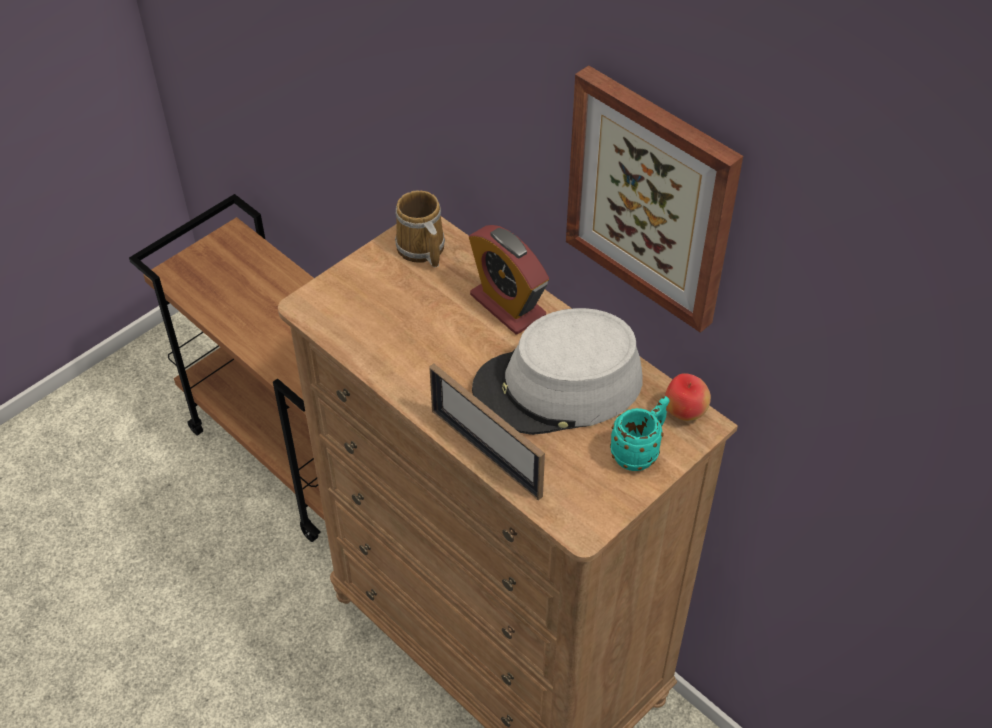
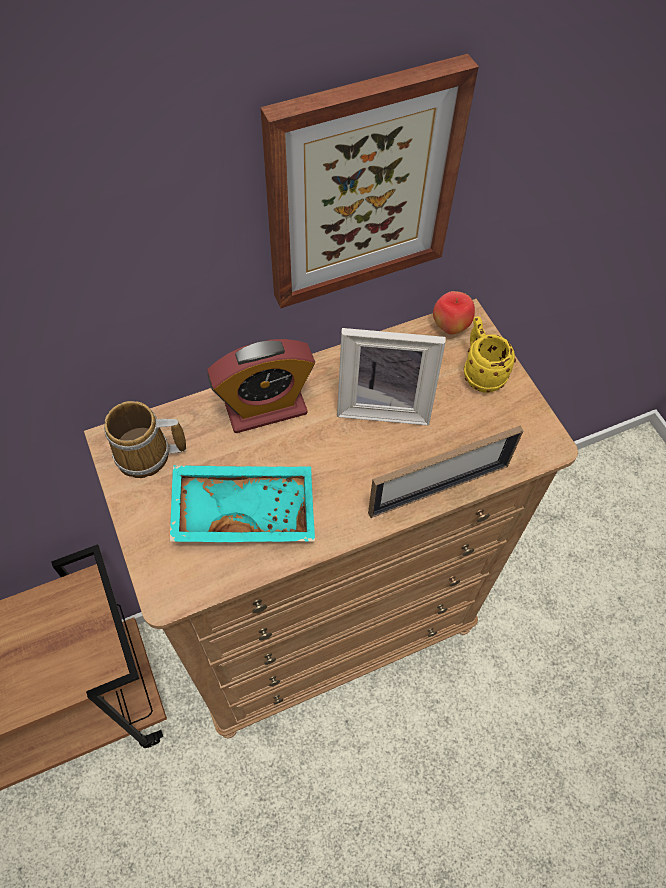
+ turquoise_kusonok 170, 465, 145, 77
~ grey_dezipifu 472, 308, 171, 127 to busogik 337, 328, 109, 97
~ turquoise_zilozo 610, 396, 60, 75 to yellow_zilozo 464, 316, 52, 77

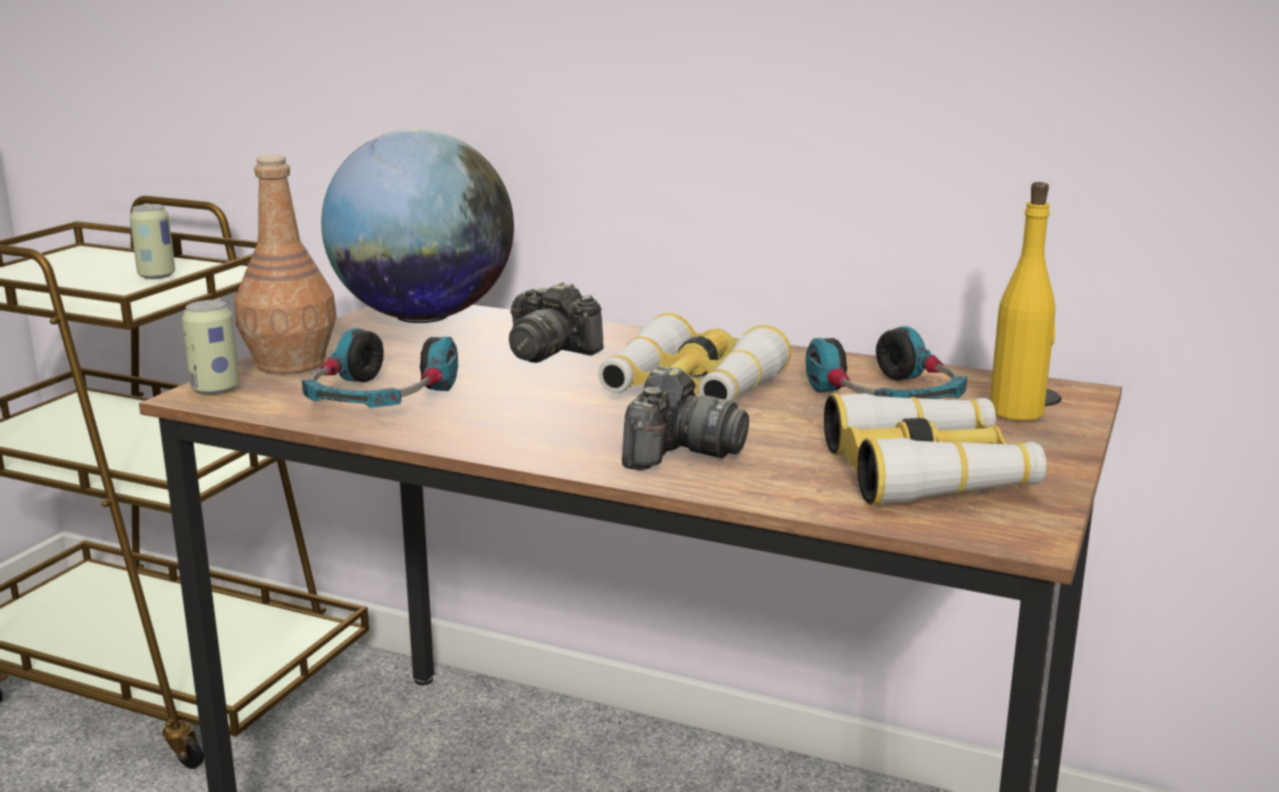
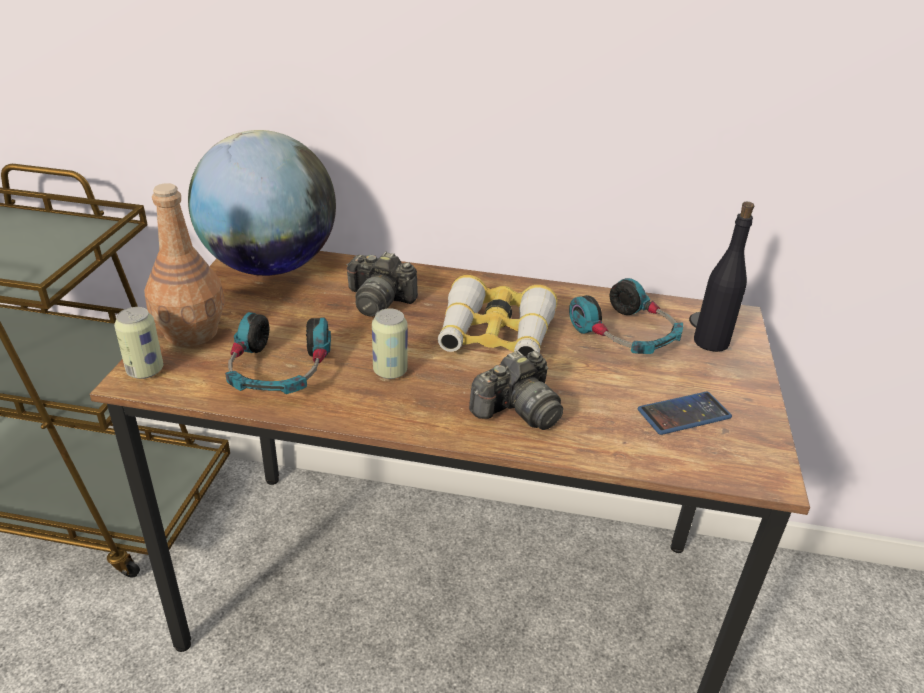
~ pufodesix 130, 204, 45, 75 to 372, 308, 36, 71
~ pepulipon 622, 366, 127, 104 = 469, 351, 94, 79 45 degrees clockwise
~ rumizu 824, 393, 222, 112 to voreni 638, 391, 94, 44
~ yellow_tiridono 990, 182, 65, 238 to black_tiridono 694, 202, 60, 150

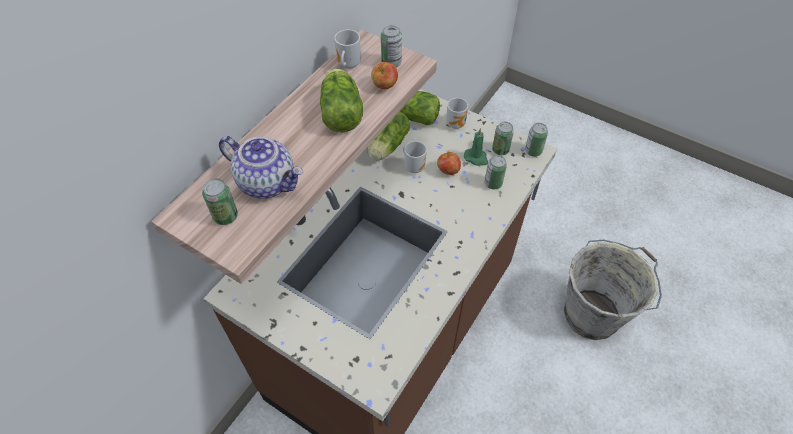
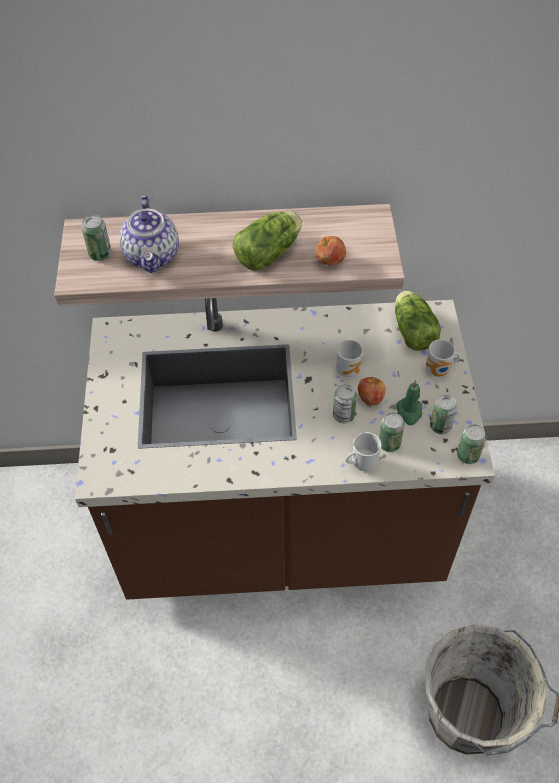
~ pufodesix 381, 25, 21, 42 to 333, 384, 24, 39
~ zilozo 334, 30, 27, 39 to 345, 432, 36, 39
- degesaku 368, 111, 42, 49

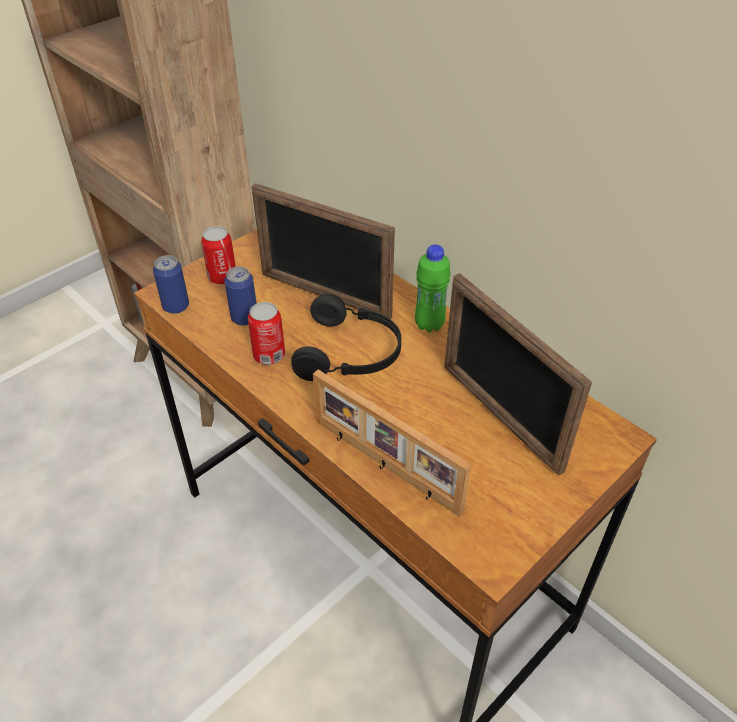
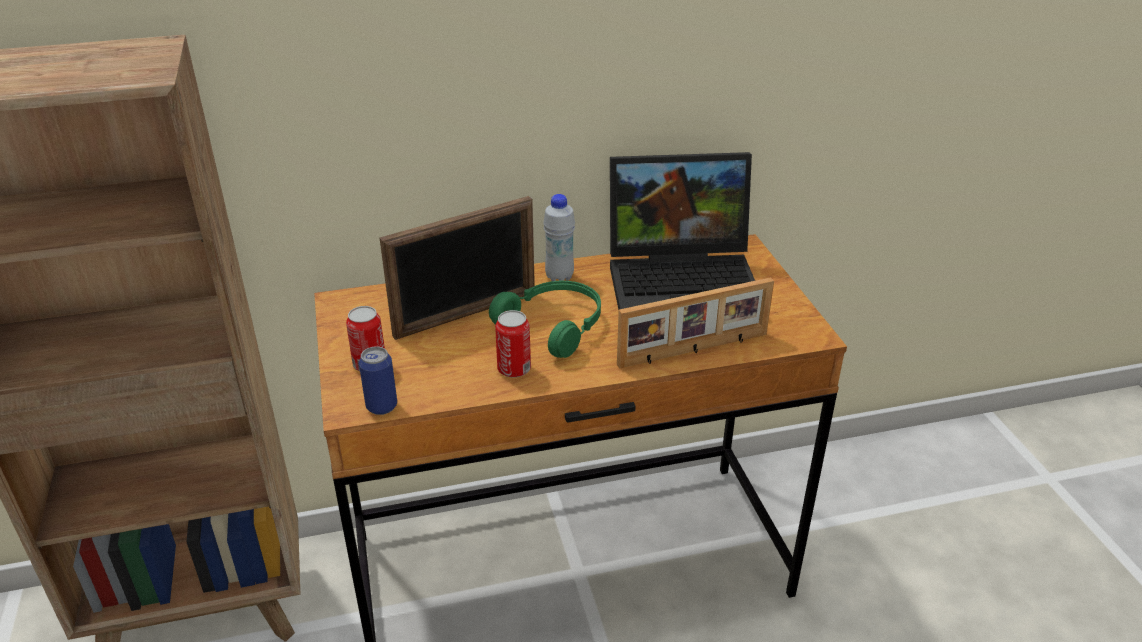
~ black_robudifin 291, 293, 110, 88 to green_robudifin 489, 281, 112, 77
~ green_tiridono 415, 244, 36, 89 to white_tiridono 543, 194, 32, 87
~ busogik 444, 273, 148, 203 to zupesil 610, 152, 145, 158
- pufodesix 224, 267, 33, 59

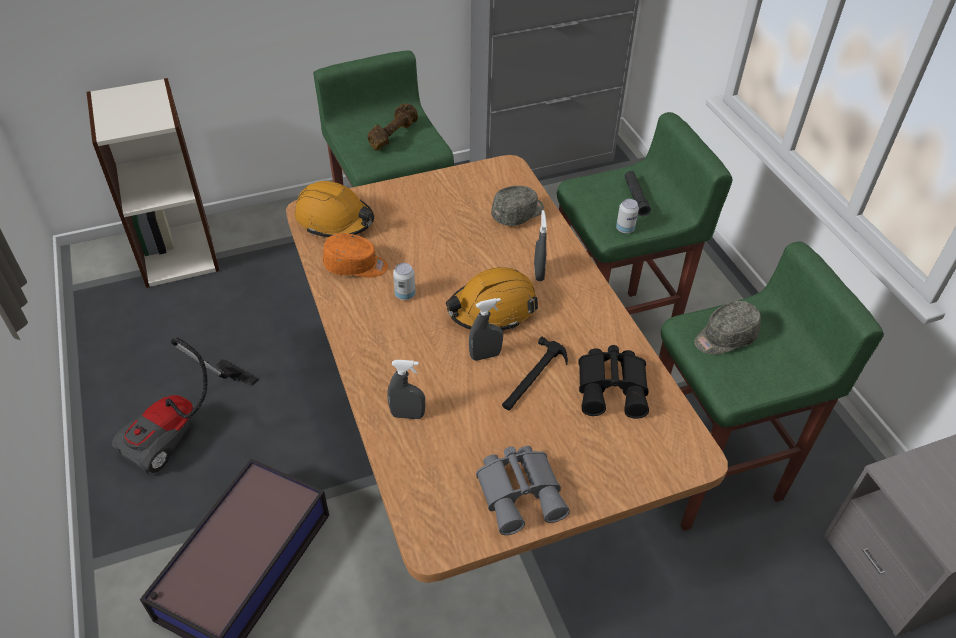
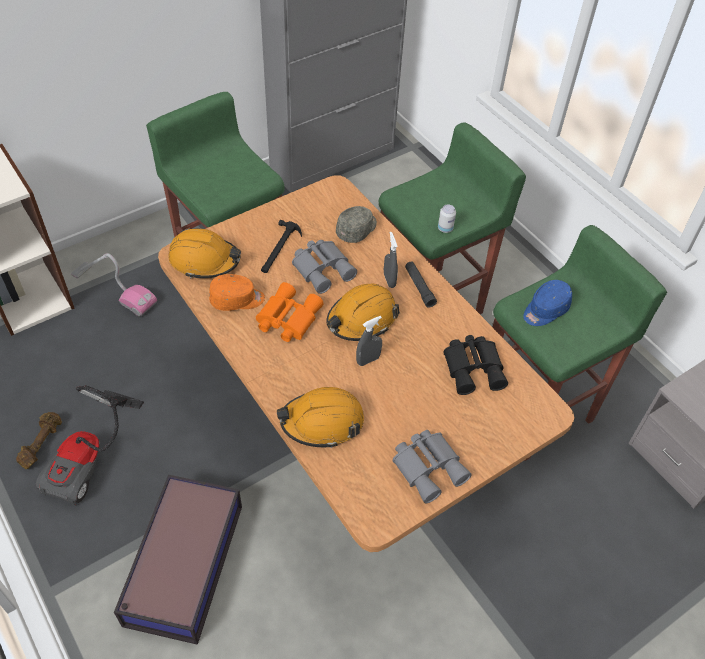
~ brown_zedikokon 367, 104, 51, 47 to 16, 412, 46, 57
+ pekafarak 71, 253, 86, 63
~ pufodesix 393, 263, 23, 37 to orange_rumizu 256, 282, 68, 60
~ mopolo 502, 337, 66, 73 to 261, 220, 41, 53
~ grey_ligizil 387, 360, 38, 59 to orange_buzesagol 277, 387, 87, 61
+ grey_rumizu 292, 240, 65, 54
~ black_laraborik 625, 171, 26, 45 to 405, 262, 32, 46
~ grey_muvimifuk 694, 301, 67, 53 to blue_muvimifuk 523, 280, 49, 46

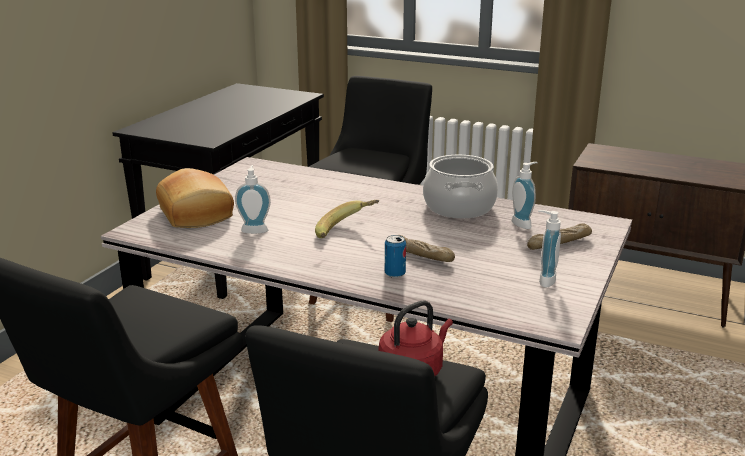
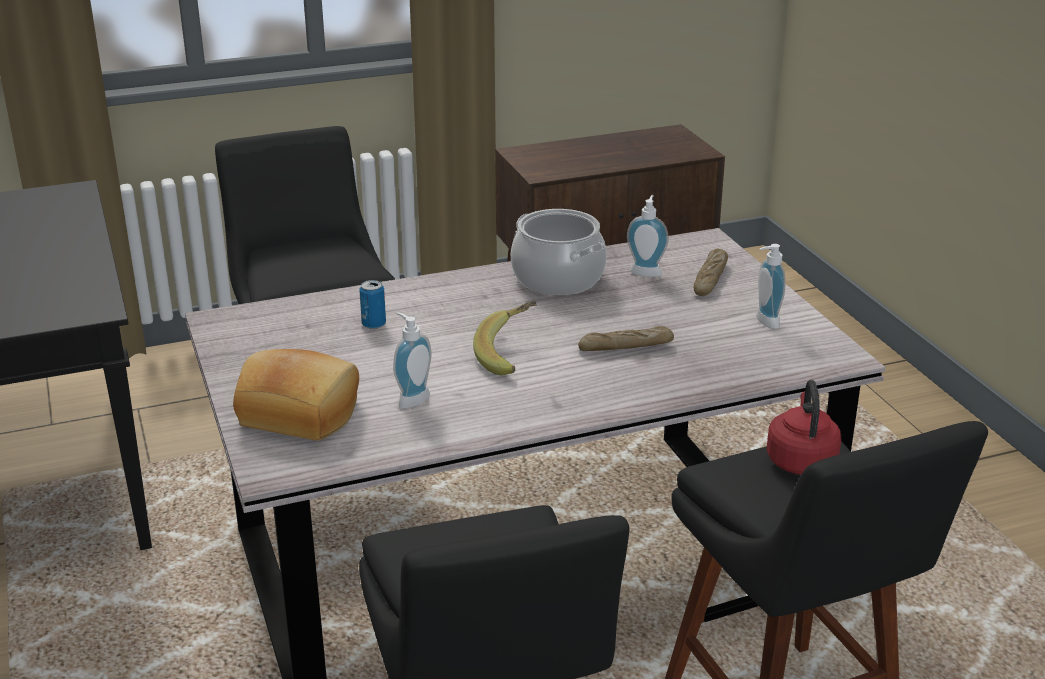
~ pufodesix 385, 235, 21, 43 to 359, 280, 27, 49

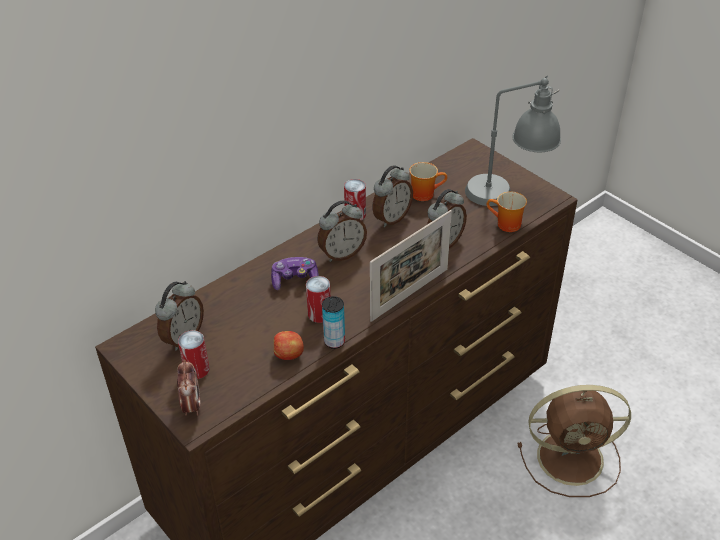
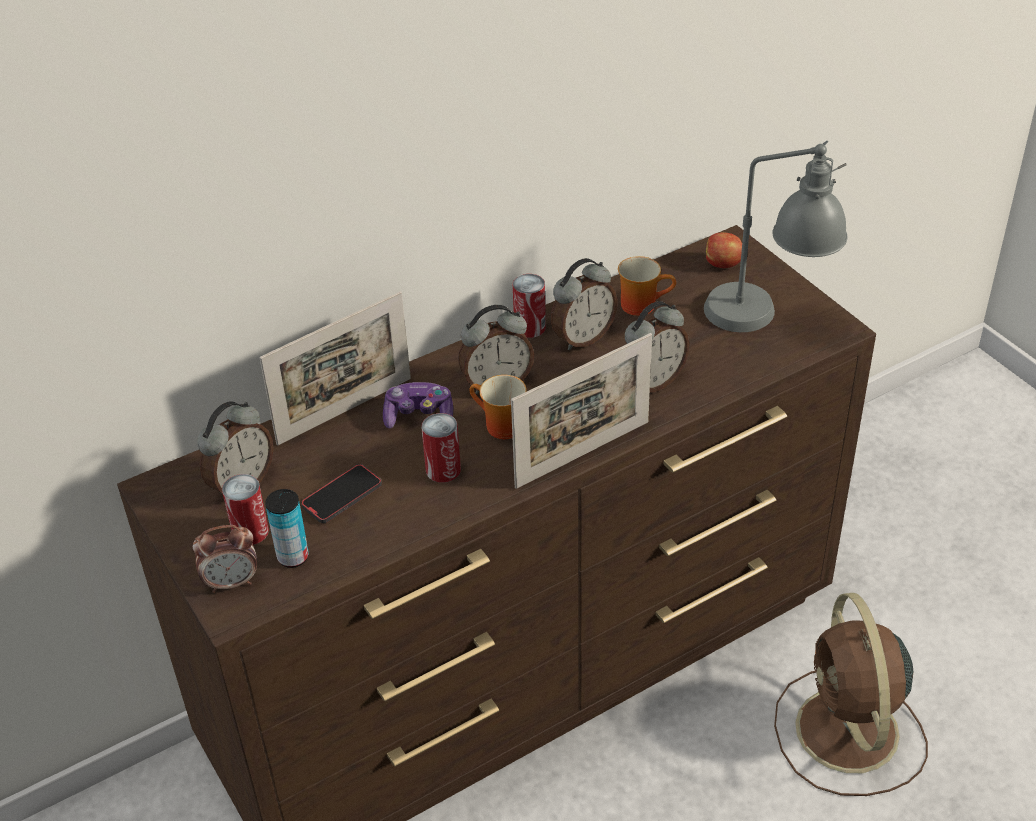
~ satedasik 177, 360, 24, 56 = 193, 525, 64, 68 75 degrees clockwise
+ busogik 259, 291, 152, 154
~ pufodesix 322, 296, 23, 53 to 265, 489, 44, 79
+ voreni 301, 464, 81, 59
~ zilozo 486, 192, 41, 40 to 469, 375, 58, 64
~ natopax 274, 331, 30, 29 to 706, 232, 36, 36
~ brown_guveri 518, 385, 113, 112 = 774, 593, 154, 203 75 degrees clockwise

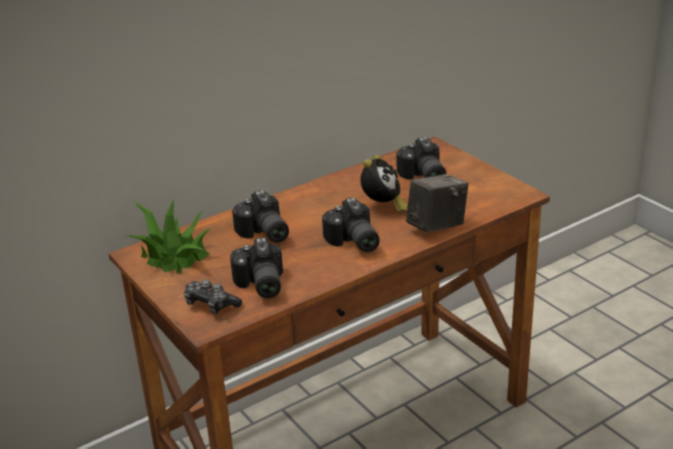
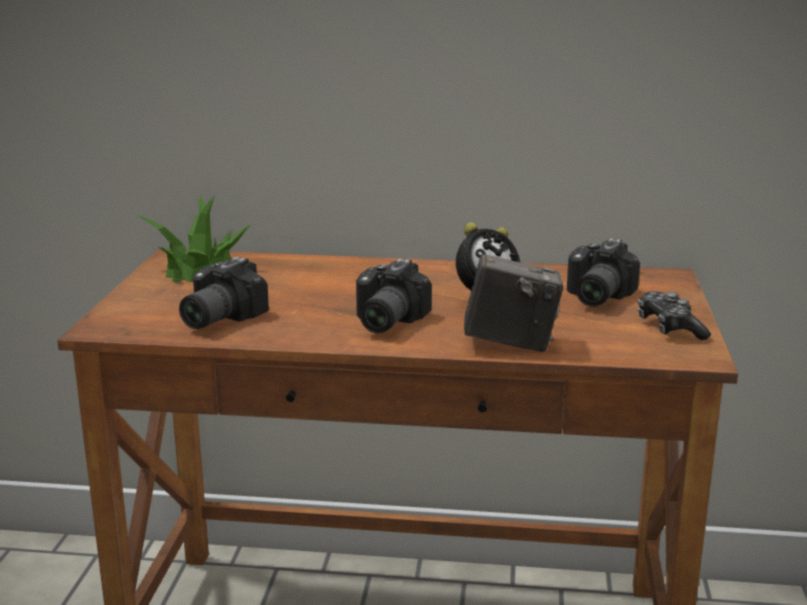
~ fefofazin 184, 279, 58, 35 to 638, 292, 73, 48
- pepulipon 232, 190, 57, 53

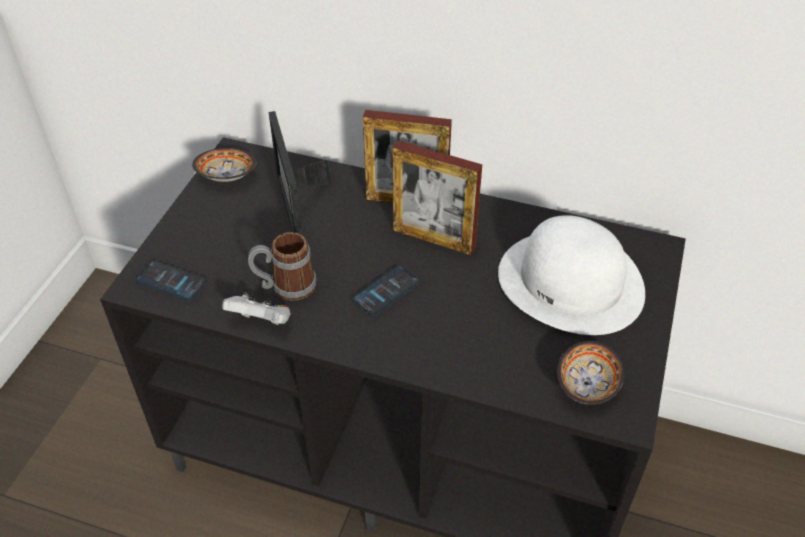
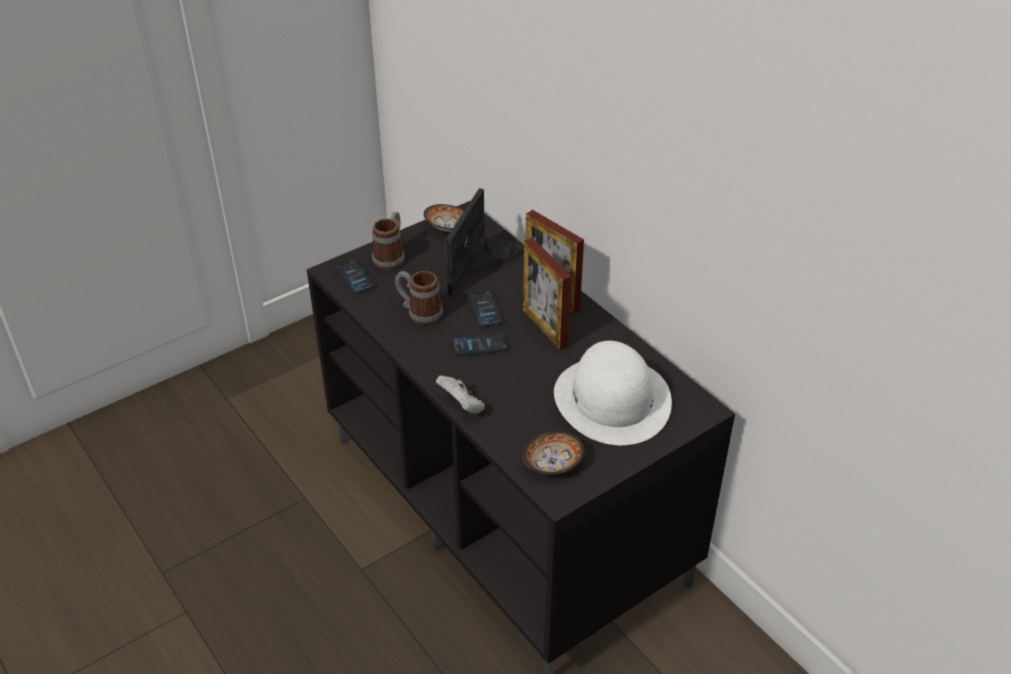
+ zilozo 372, 212, 33, 58
~ white_fefofazin 222, 292, 69, 33 to 436, 375, 49, 38
+ voreni 468, 290, 35, 37

